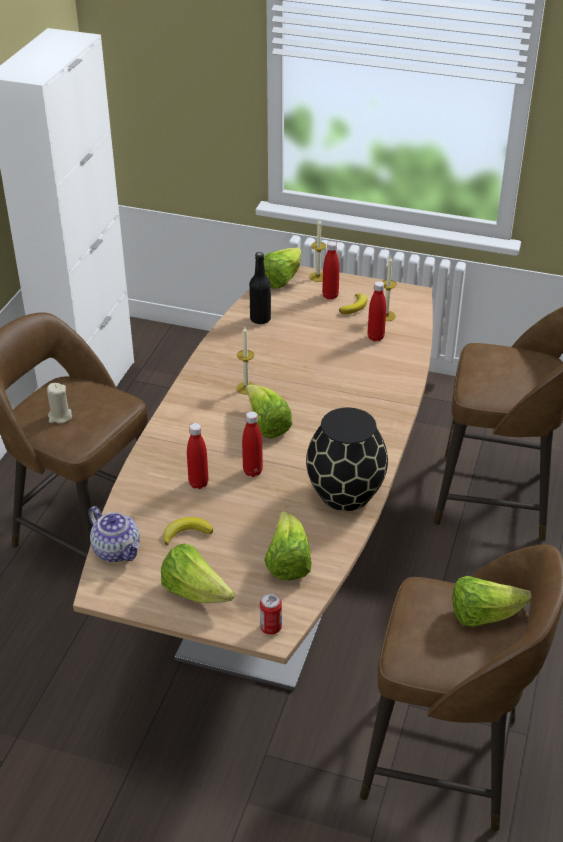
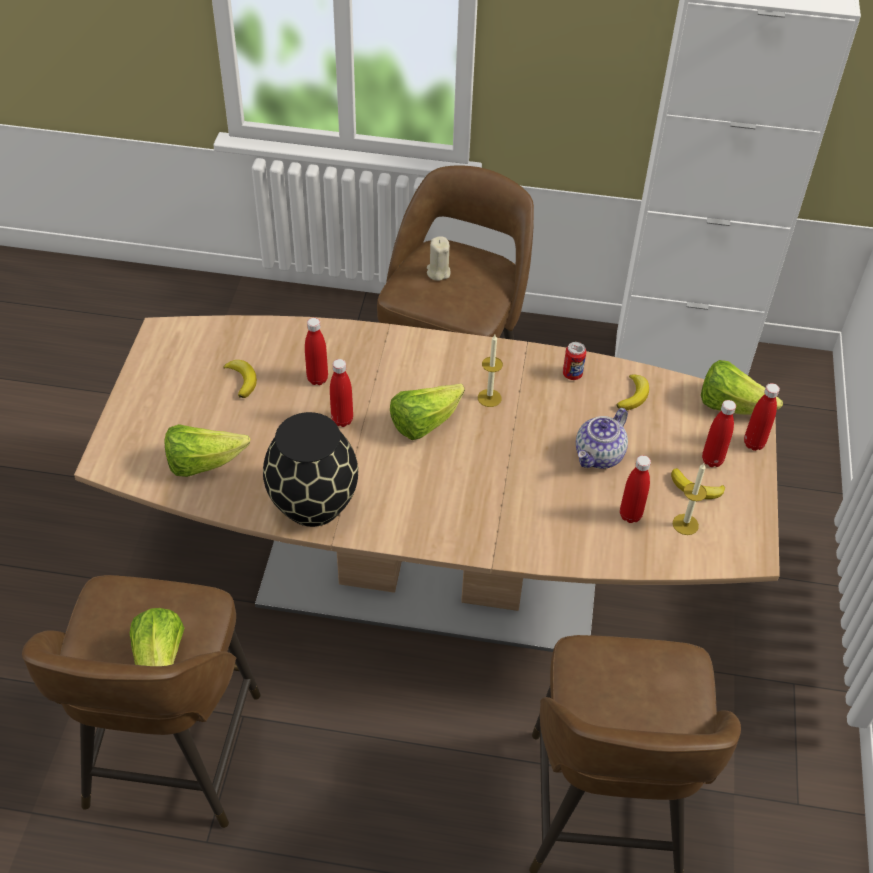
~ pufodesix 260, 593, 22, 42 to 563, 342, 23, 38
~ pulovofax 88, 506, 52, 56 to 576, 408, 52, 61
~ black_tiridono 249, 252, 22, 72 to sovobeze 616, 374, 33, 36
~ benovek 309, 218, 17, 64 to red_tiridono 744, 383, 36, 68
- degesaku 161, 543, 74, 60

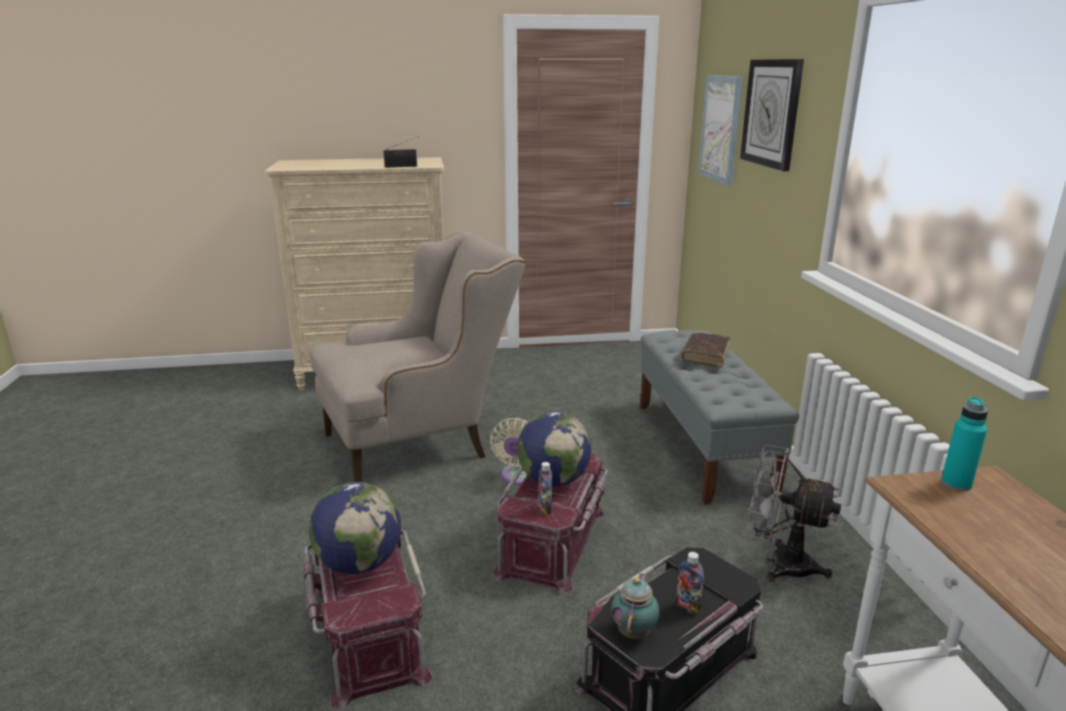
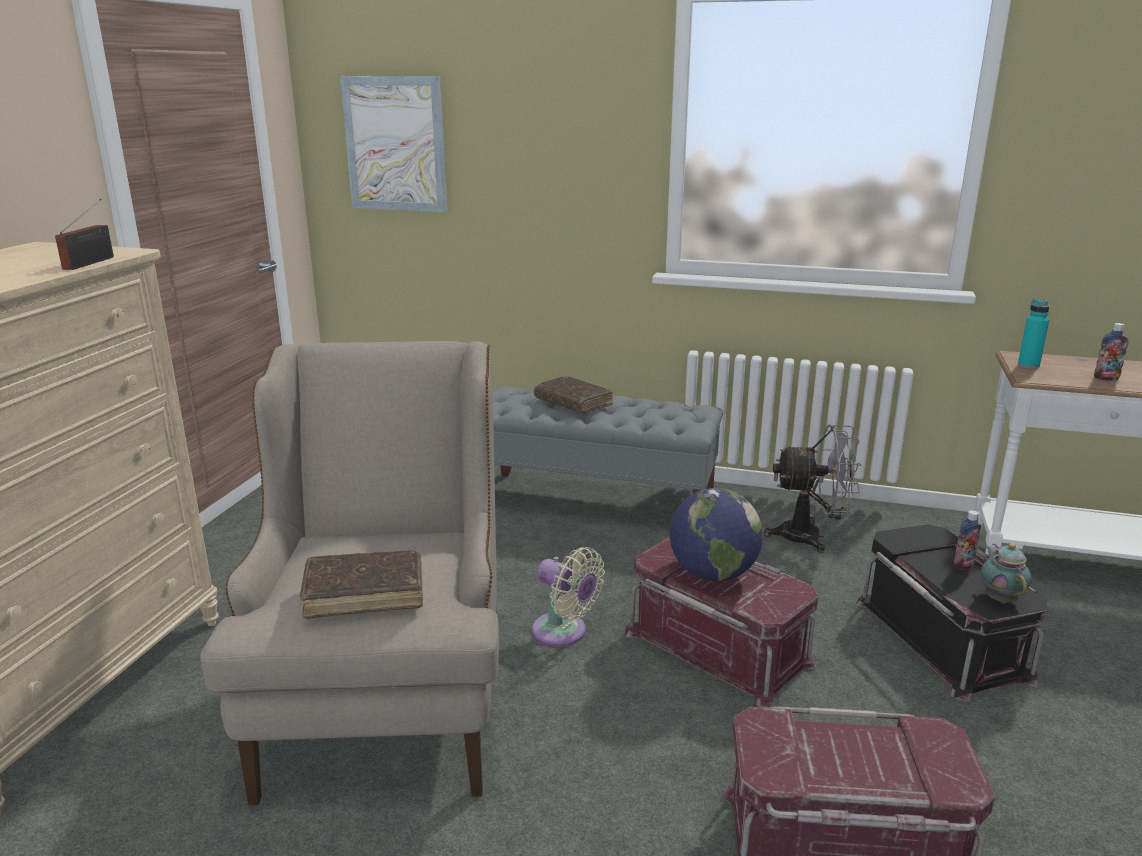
+ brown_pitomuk 300, 550, 123, 69
~ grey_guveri 747, 444, 94, 138 = 764, 424, 97, 129 135 degrees counterclockwise
~ pulovofax 611, 573, 49, 66 = 980, 543, 51, 61 45 degrees clockwise
~ tiridono 539, 462, 13, 53 to 1094, 323, 35, 58
- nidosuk 309, 482, 92, 92
- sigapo 740, 59, 64, 112

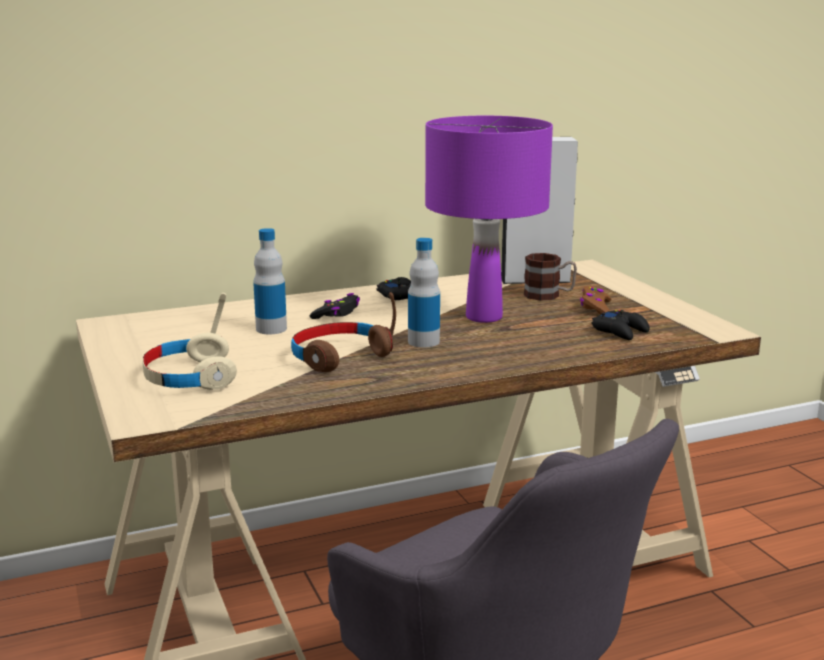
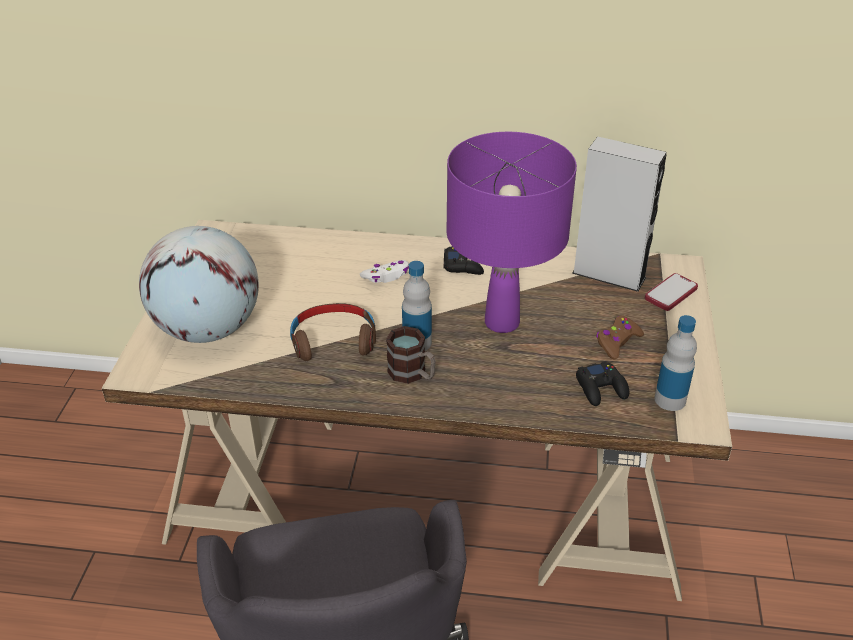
~ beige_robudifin 142, 293, 95, 97 to nidosuk 139, 226, 120, 117
~ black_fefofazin 309, 293, 51, 26 to white_fefofazin 360, 260, 49, 23
~ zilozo 524, 253, 53, 48 to 386, 326, 50, 58
+ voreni 645, 273, 53, 38
~ tiridono 253, 228, 34, 106 to 654, 315, 43, 96

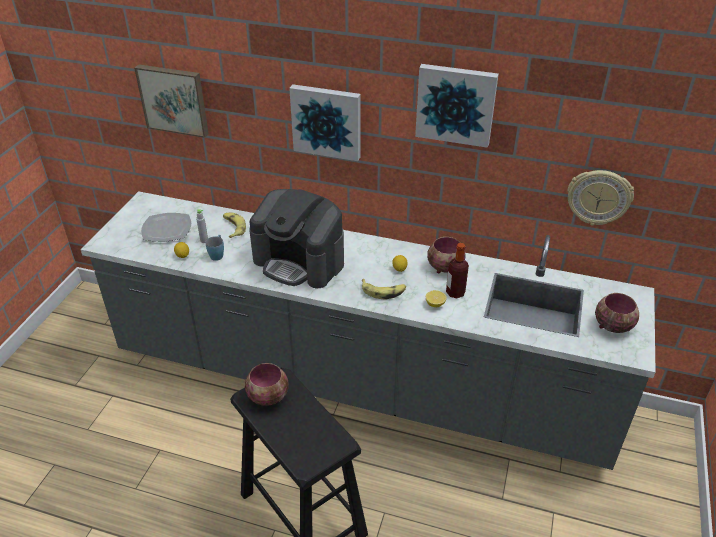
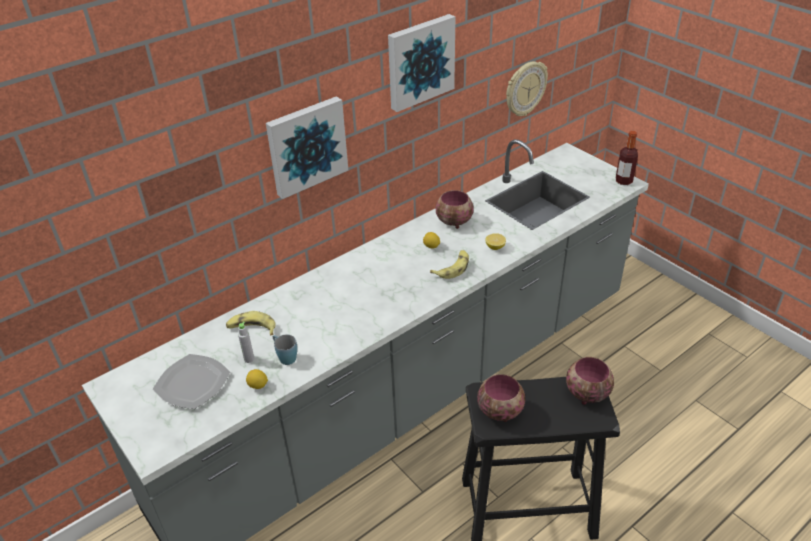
~ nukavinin 595, 293, 44, 40 to 566, 357, 48, 48
~ tiridono 446, 243, 23, 55 to 616, 131, 22, 54
- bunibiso 134, 65, 75, 73
- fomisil 249, 189, 95, 99

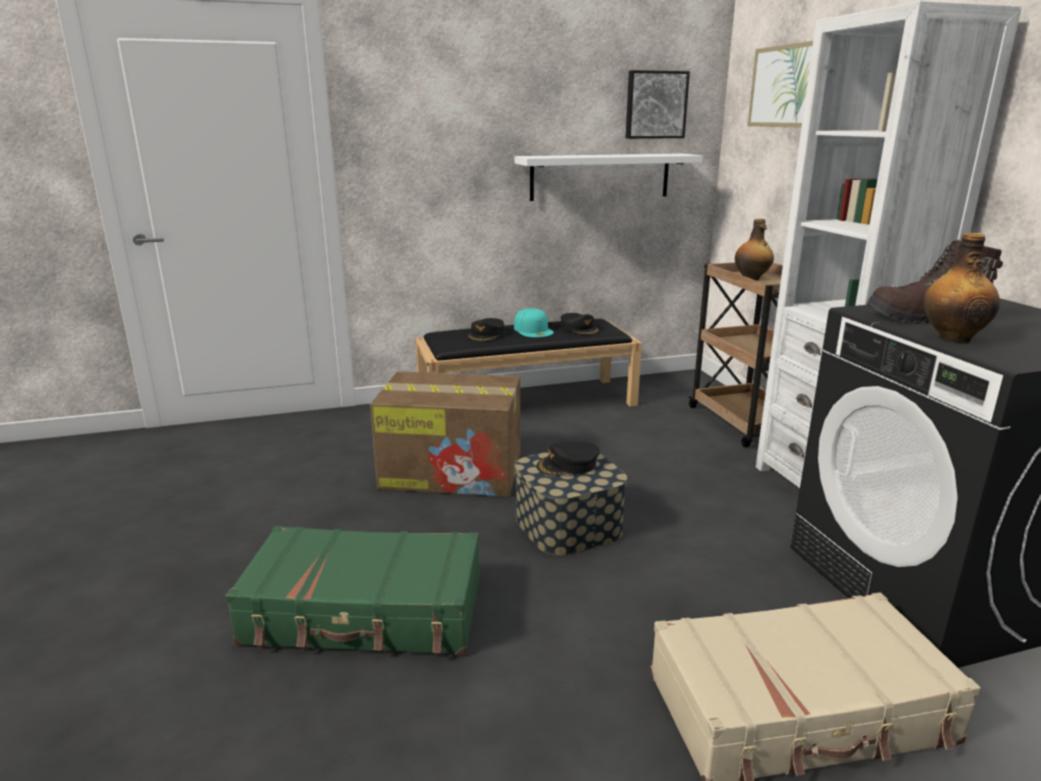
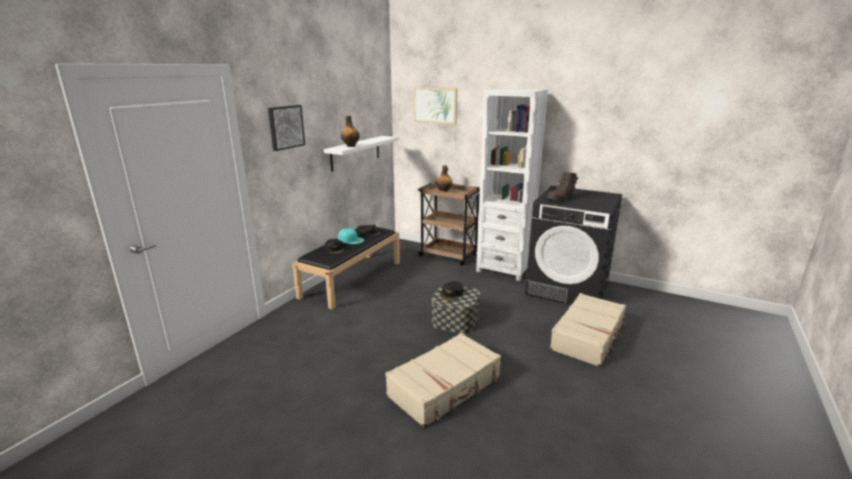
~ bunibiso 626, 70, 64, 69 to 268, 105, 37, 46
~ tiridono 923, 233, 77, 110 to 341, 115, 19, 32
~ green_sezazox 225, 526, 255, 129 to beige_sezazox 385, 333, 116, 95
- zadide 370, 371, 150, 126

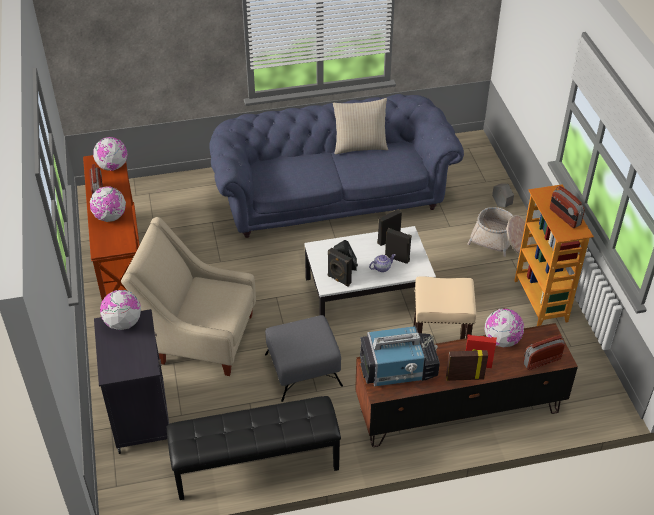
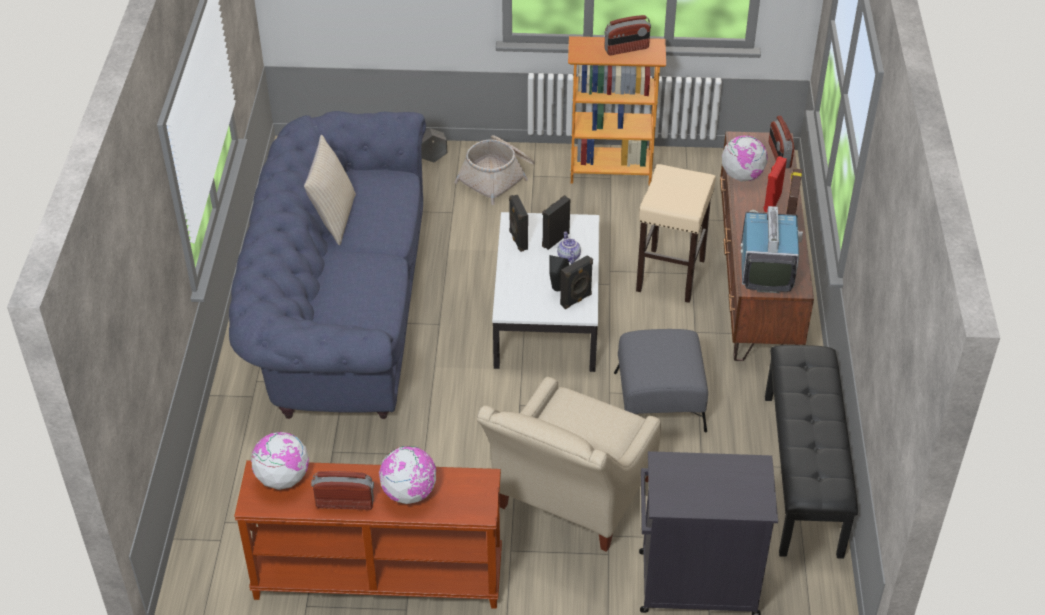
- nidosuk 100, 290, 41, 40

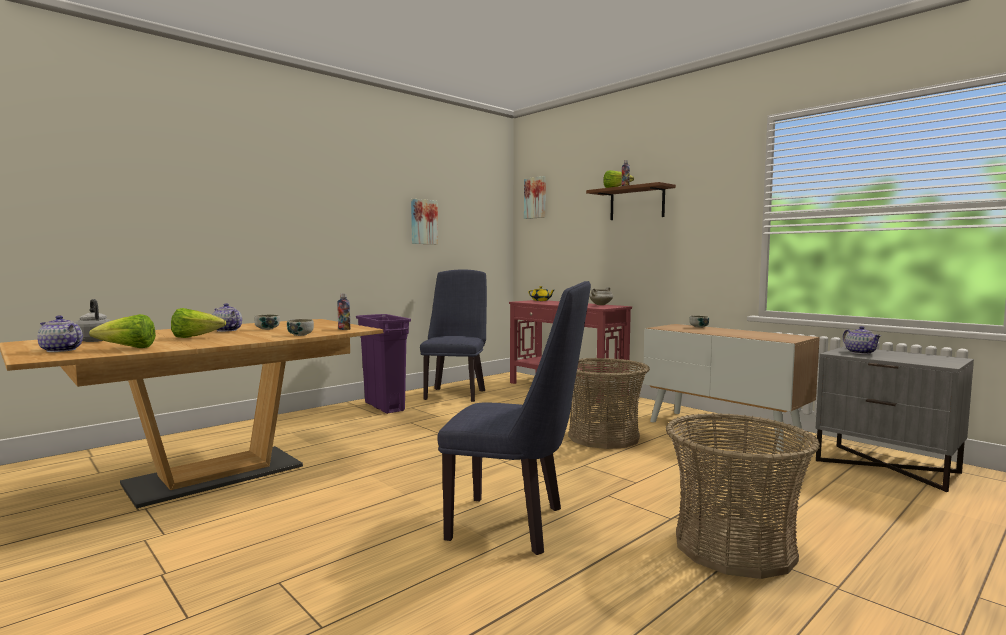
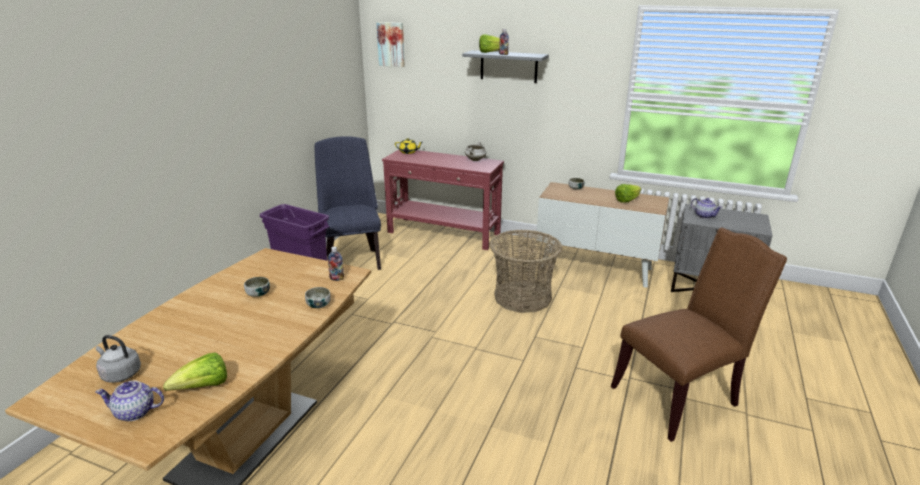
~ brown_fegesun 586, 182, 90, 38 to grey_fegesun 462, 50, 87, 33
~ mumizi 666, 413, 154, 166 to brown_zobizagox 611, 228, 176, 214
~ degesaku 171, 308, 55, 30 to 615, 184, 26, 19
- pulovofax 212, 303, 30, 29
- bunibiso 411, 199, 27, 45
- blue_zobizagox 437, 281, 154, 274

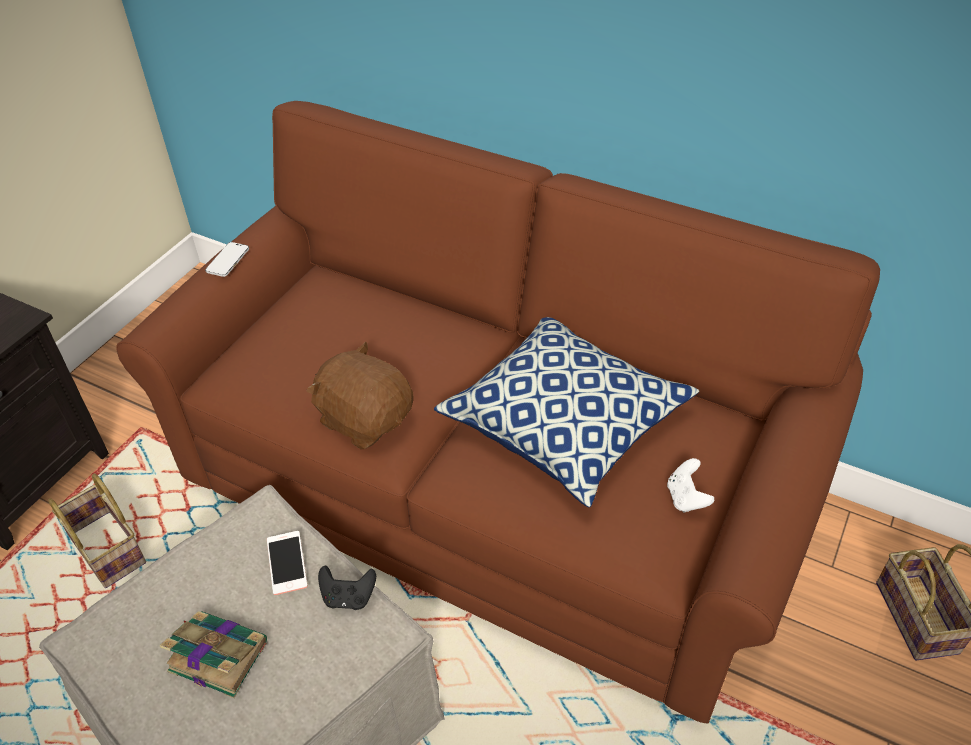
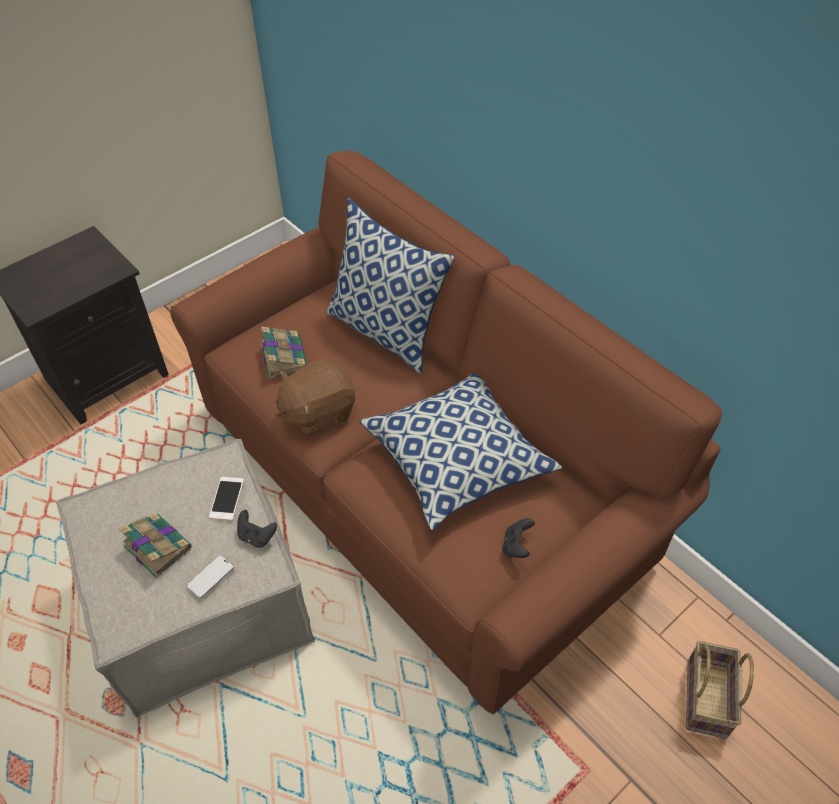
~ voreni 205, 242, 44, 35 to 187, 555, 47, 43
+ pitomuk 261, 327, 46, 52
~ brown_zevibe 306, 342, 108, 107 = 275, 359, 80, 78 90 degrees counterclockwise
+ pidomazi 327, 198, 128, 176
~ white_fefofazin 667, 458, 47, 55 to black_fefofazin 502, 518, 33, 40
- mumizi 48, 473, 98, 115

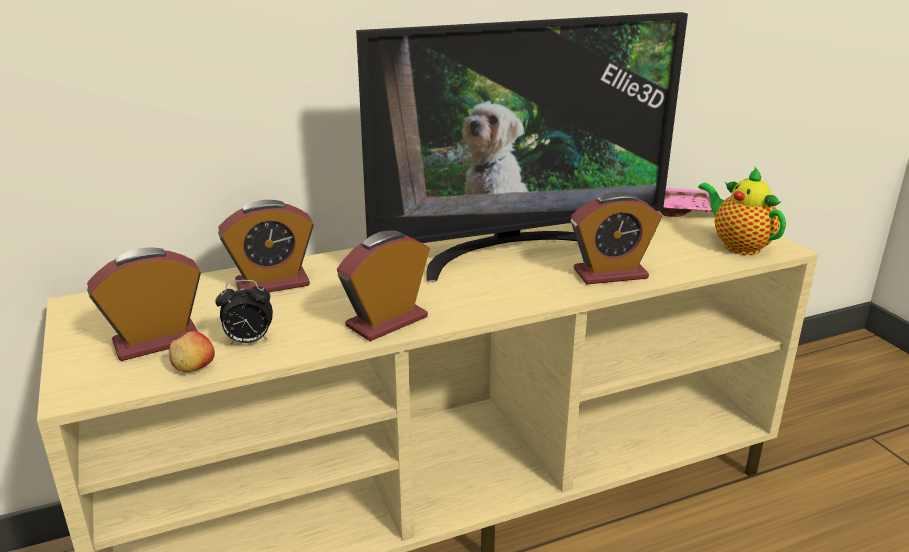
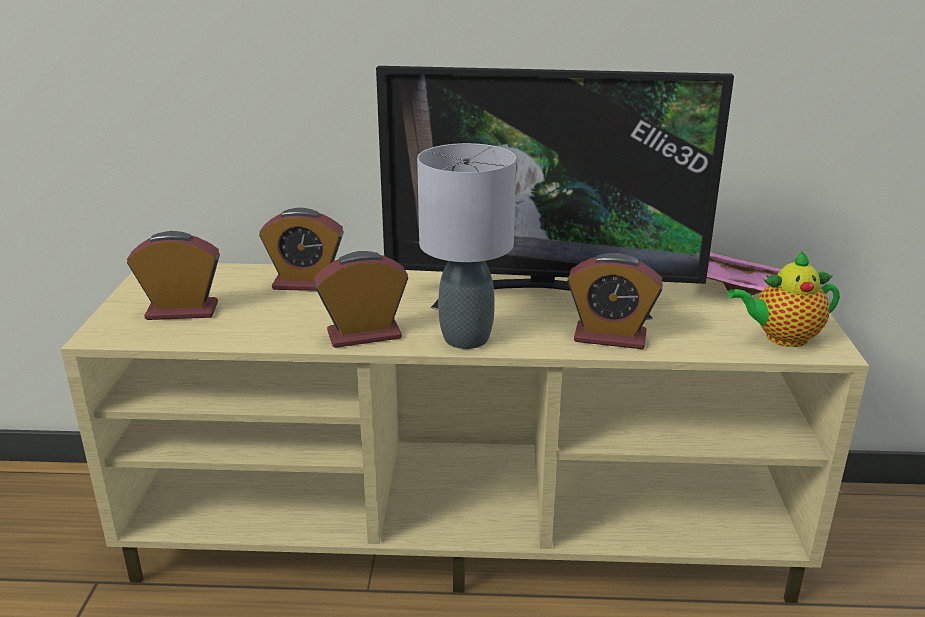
+ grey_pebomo 417, 143, 99, 206
~ pulovofax 698, 167, 88, 88 = 727, 251, 113, 96 90 degrees counterclockwise
- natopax 169, 331, 46, 41
- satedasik 215, 280, 58, 65

